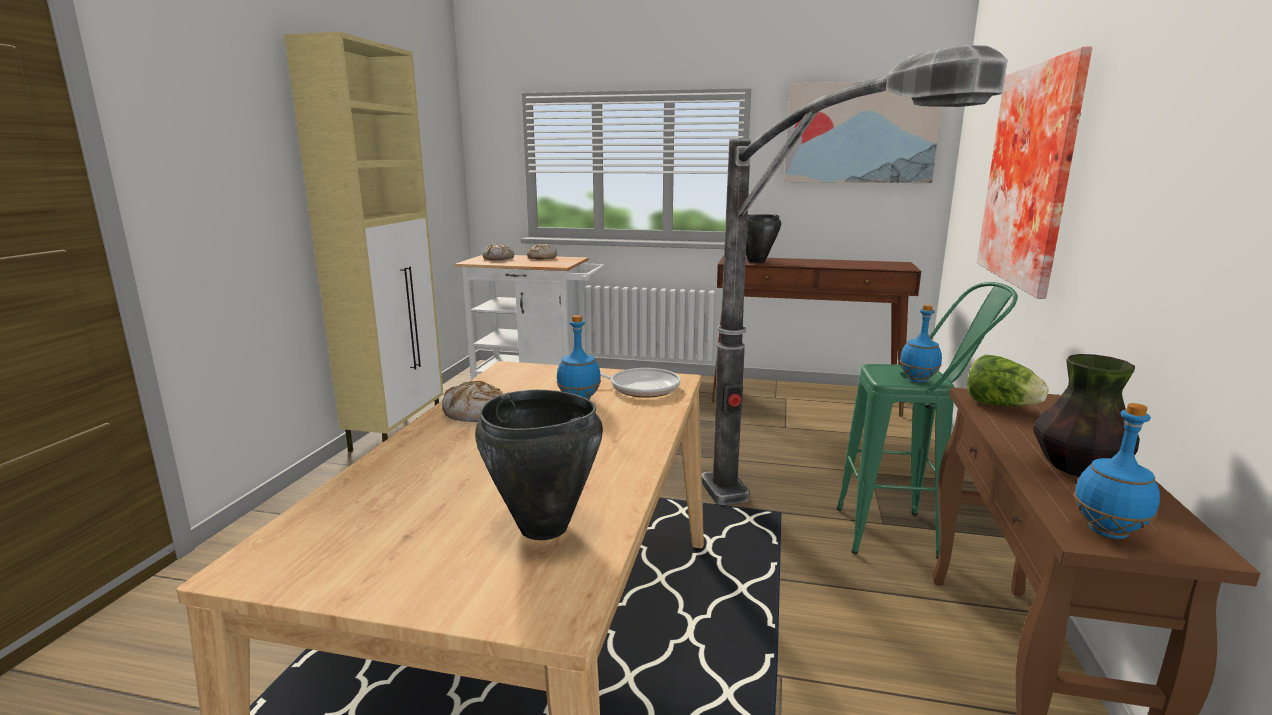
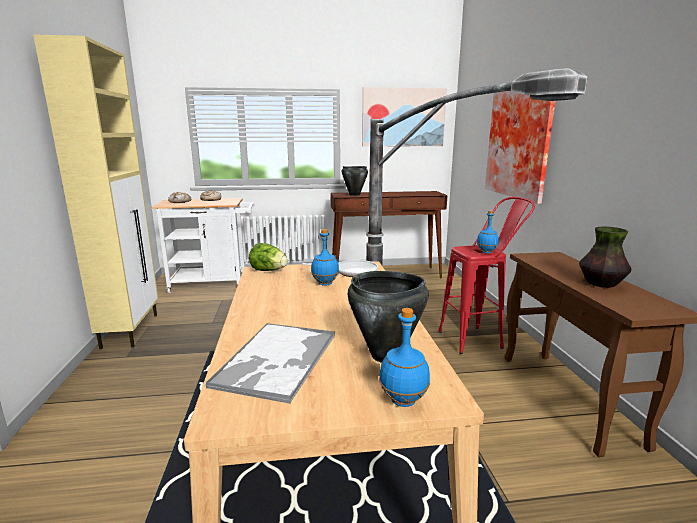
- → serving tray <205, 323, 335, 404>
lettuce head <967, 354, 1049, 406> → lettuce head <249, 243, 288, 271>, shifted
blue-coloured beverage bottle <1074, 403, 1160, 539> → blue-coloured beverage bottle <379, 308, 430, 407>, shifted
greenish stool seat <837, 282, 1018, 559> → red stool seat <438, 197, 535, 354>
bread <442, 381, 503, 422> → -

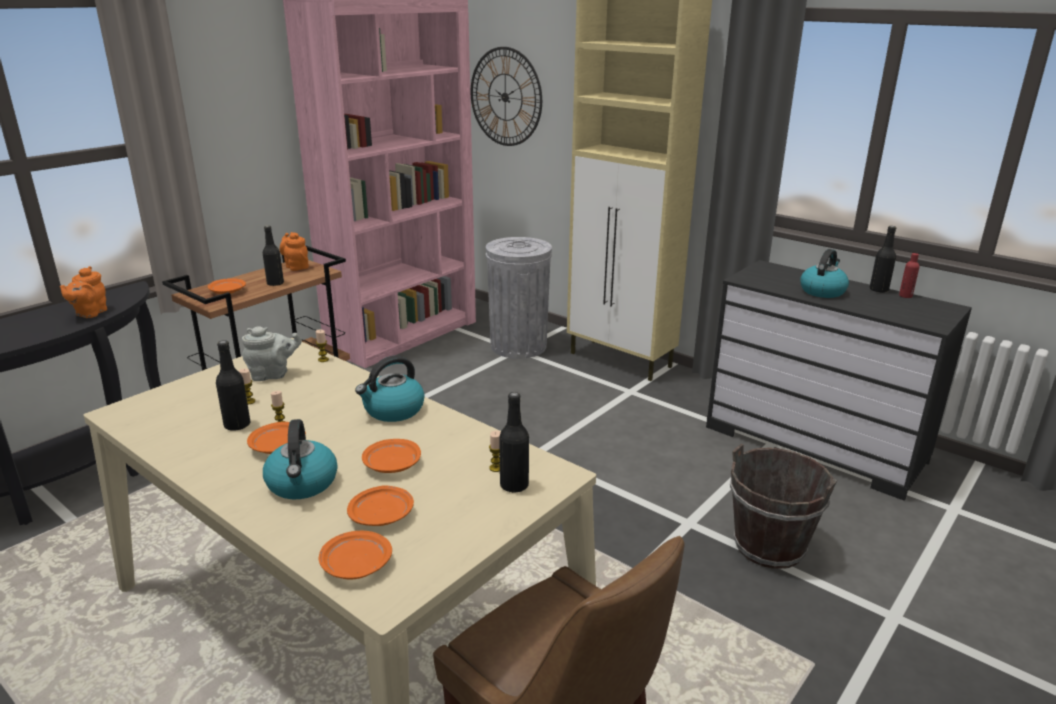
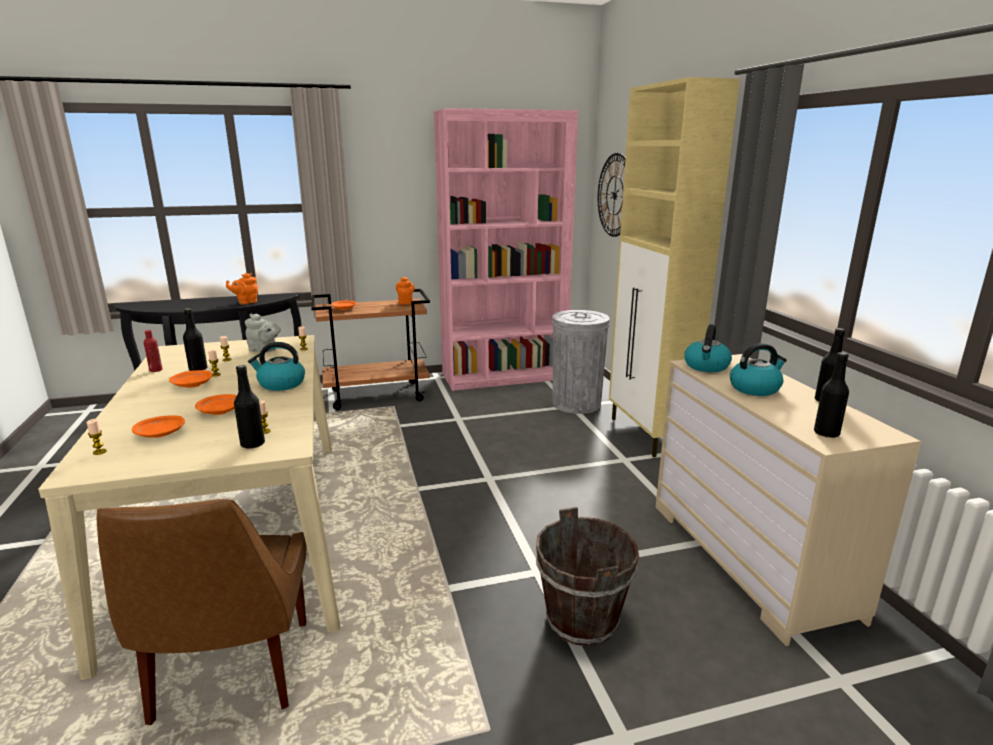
orange plate <319, 531, 392, 580> → wax light <87, 419, 107, 455>
red beverage bottle <899, 253, 920, 298> → red beverage bottle <144, 330, 163, 372>, shifted
black drawer chest <706, 260, 972, 501> → beige drawer chest <656, 354, 921, 646>
water kettle <263, 419, 338, 499> → water kettle <684, 324, 732, 372>, shifted
black beverage bottle <262, 225, 284, 286> → black beverage bottle <814, 352, 849, 438>, shifted

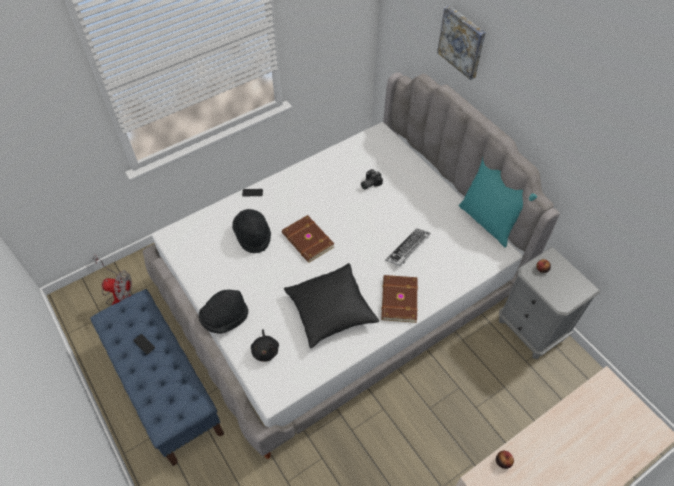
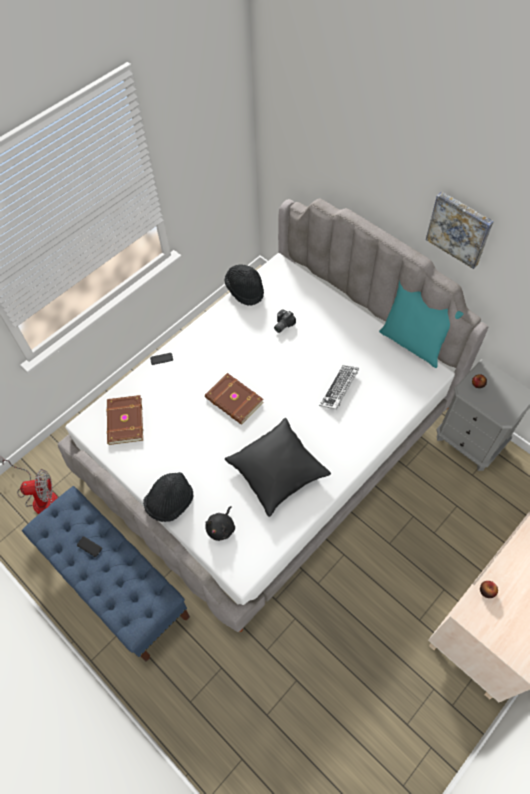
brown bound book <381, 275, 418, 323> → brown bound book <106, 395, 143, 445>, shifted
black cuddly toy <251, 329, 279, 362> → black cuddly toy <205, 506, 235, 541>, 45 degrees clockwise
black wearable hat <232, 209, 271, 253> → black wearable hat <225, 264, 264, 305>, shifted
picture <437, 5, 486, 80> → picture <426, 192, 494, 269>, shifted

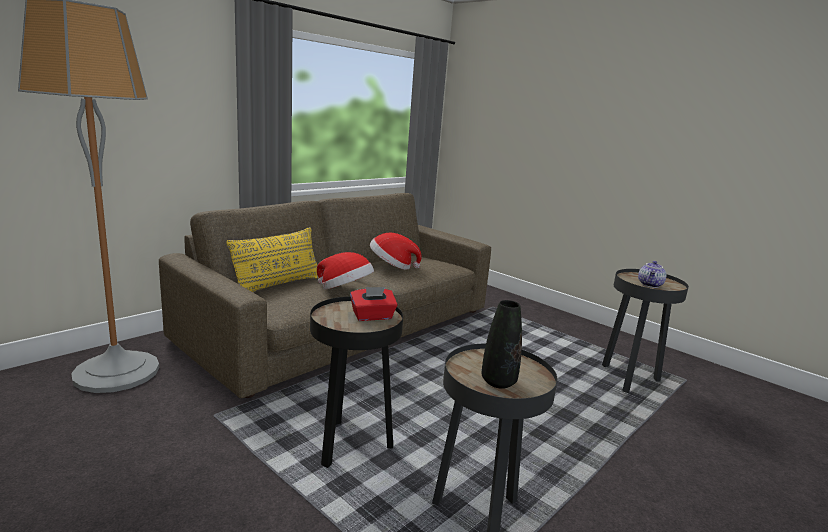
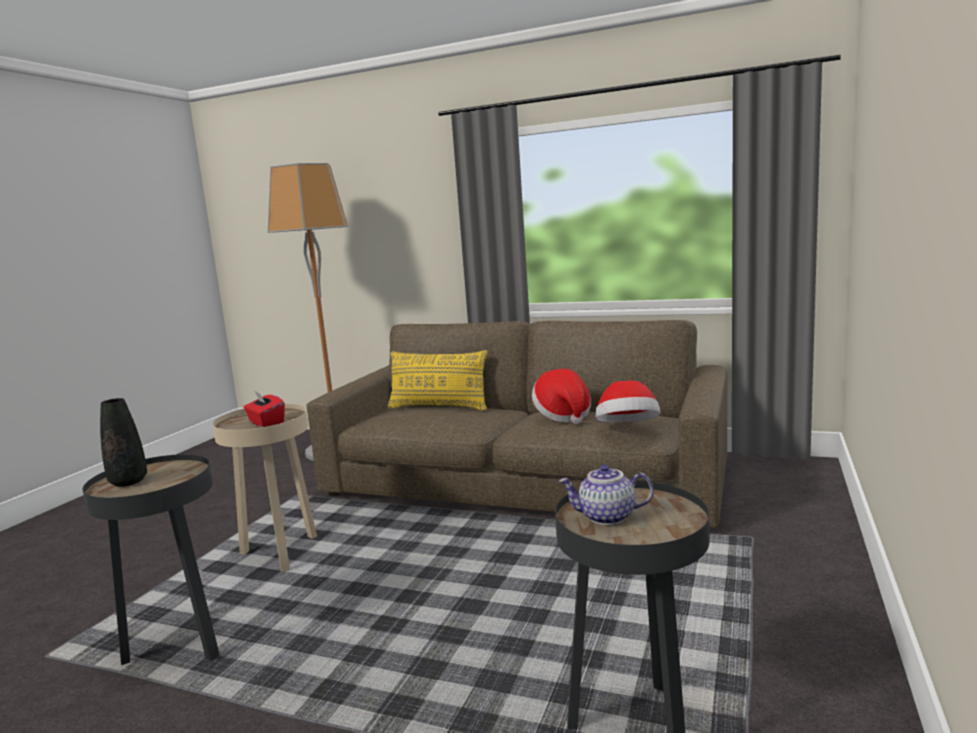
black accent table <310, 296, 403, 468> → beige accent table <213, 404, 317, 572>
wearable hat <317, 252, 374, 290> → wearable hat <596, 380, 661, 422>, shifted

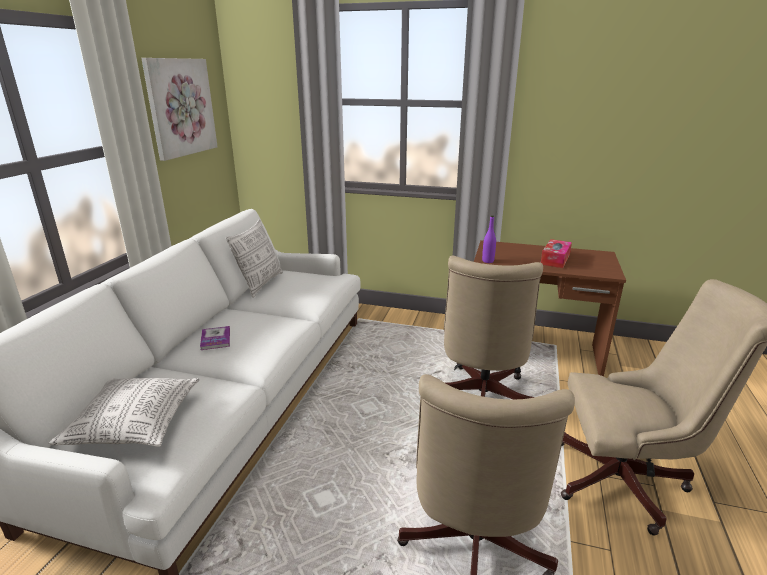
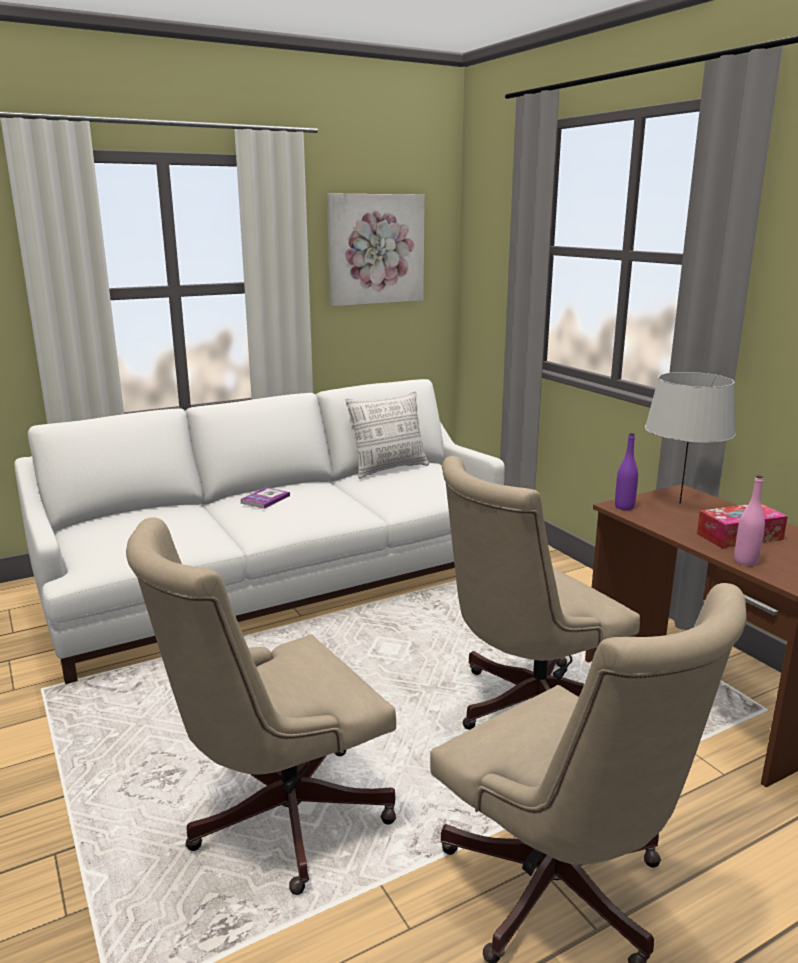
- → gray lamp for a table <645, 372, 736, 503>
- → pink-coloured beverage bottle <734, 475, 765, 566>
pillow <48, 378, 200, 447> → -

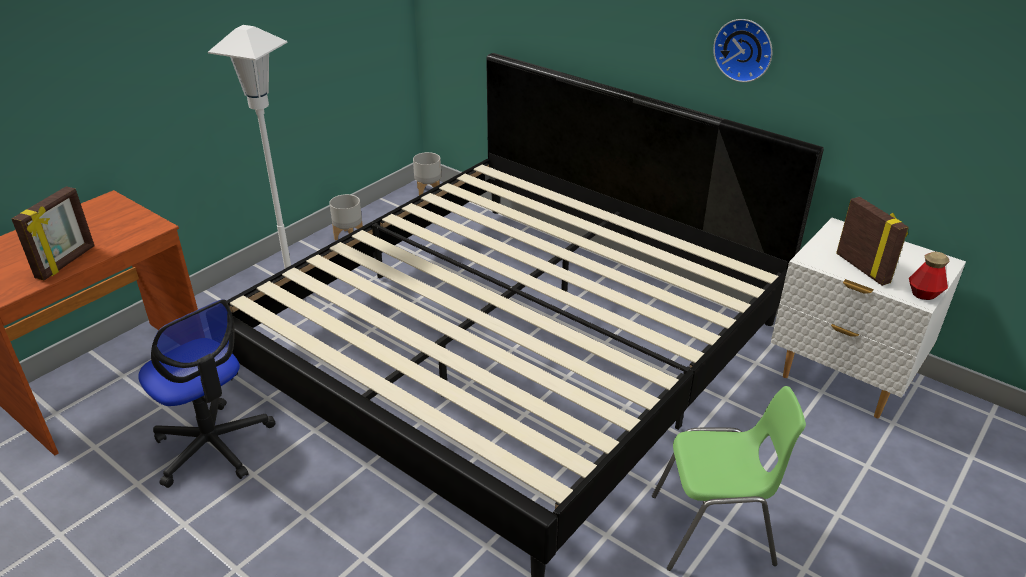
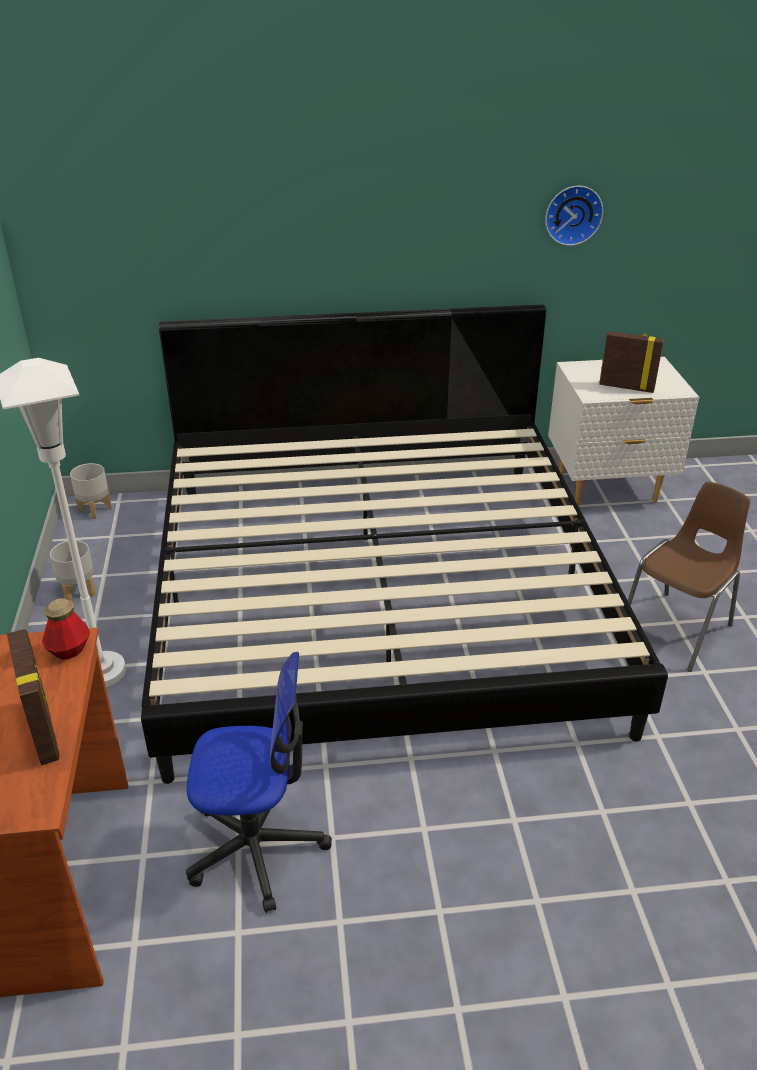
beverage bottle <909, 252, 950, 300> → beverage bottle <42, 598, 90, 660>, shifted
clock on the wall <713, 19, 772, 82> → clock on the wall <545, 186, 603, 246>, shifted
greenish upright chair <652, 386, 806, 571> → brown upright chair <628, 482, 750, 672>

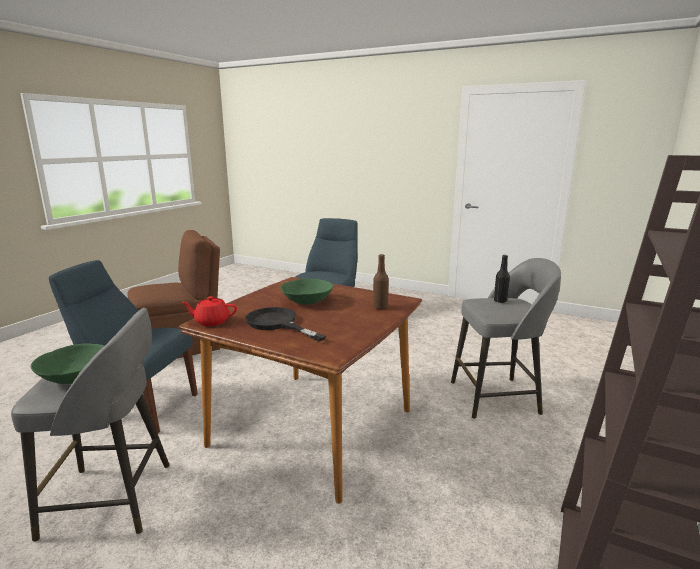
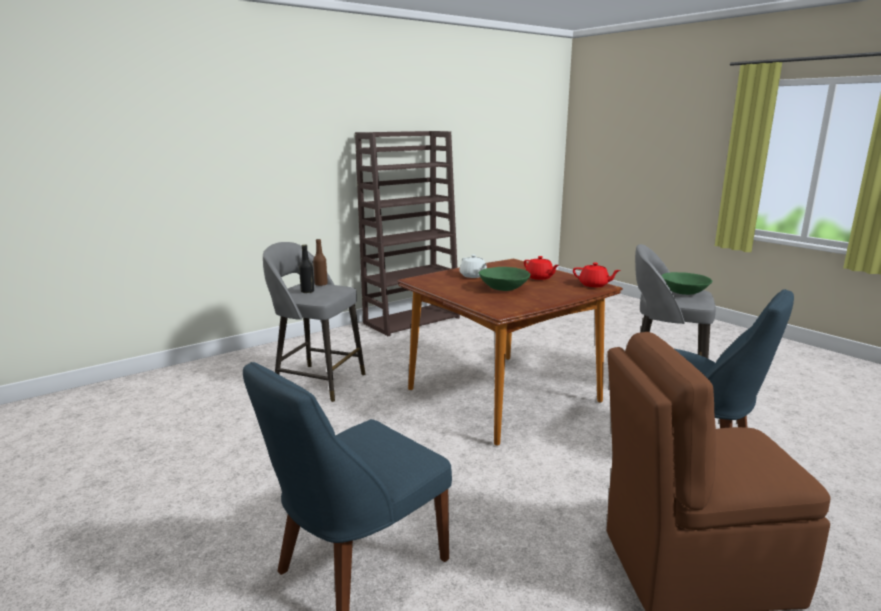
brown beverage bottle <373, 254, 389, 310> → brown beverage bottle <313, 239, 328, 286>, shifted
- → white teapot <459, 254, 487, 278>
black frying pan <245, 307, 326, 341> → red teapot <524, 256, 559, 280>

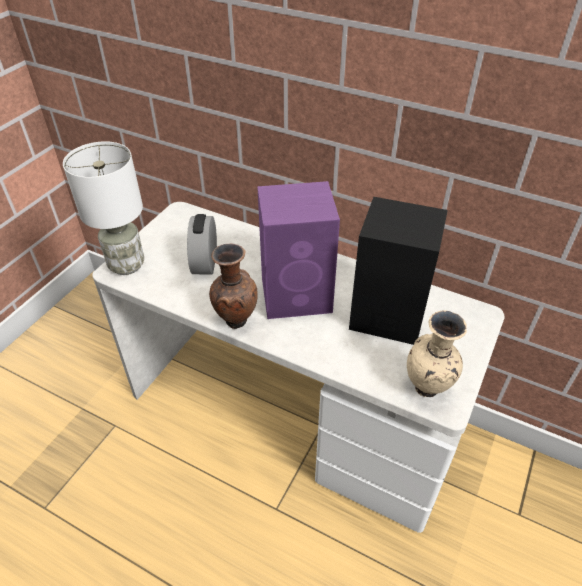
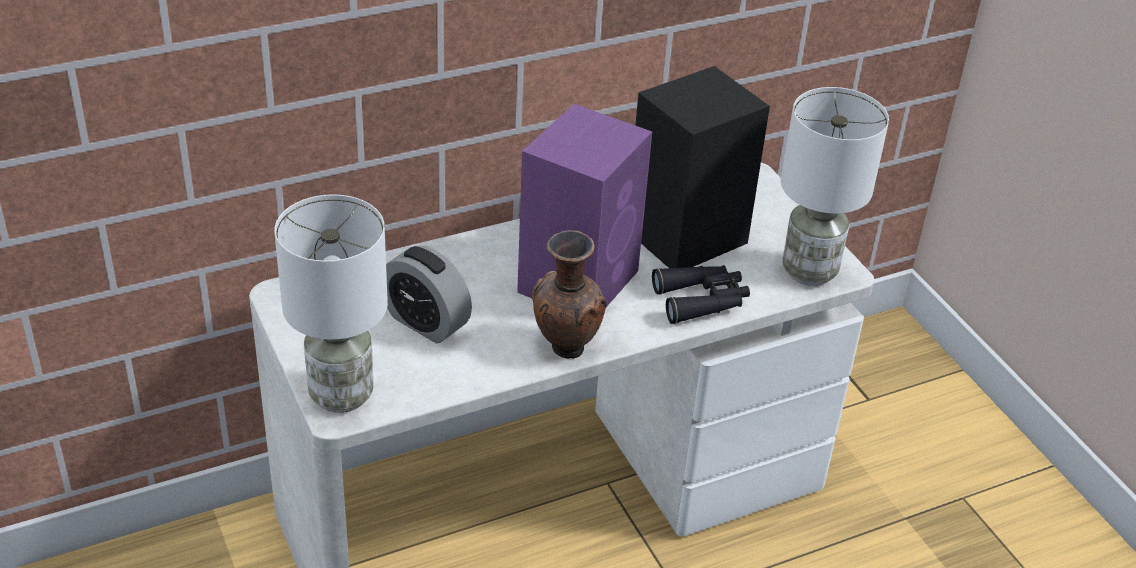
- → black binoculars <652, 265, 750, 324>
beige flower vase <407, 310, 467, 397> → white lamp for a table <781, 87, 889, 286>

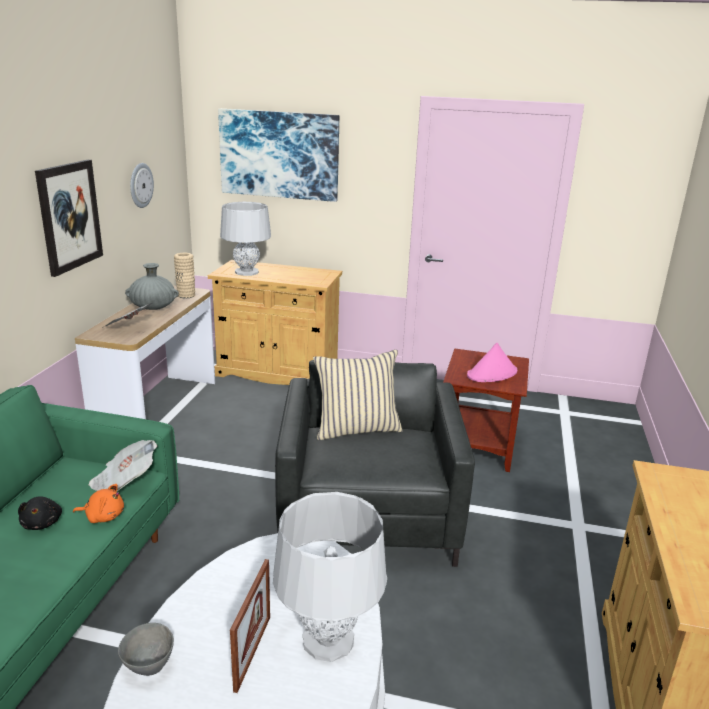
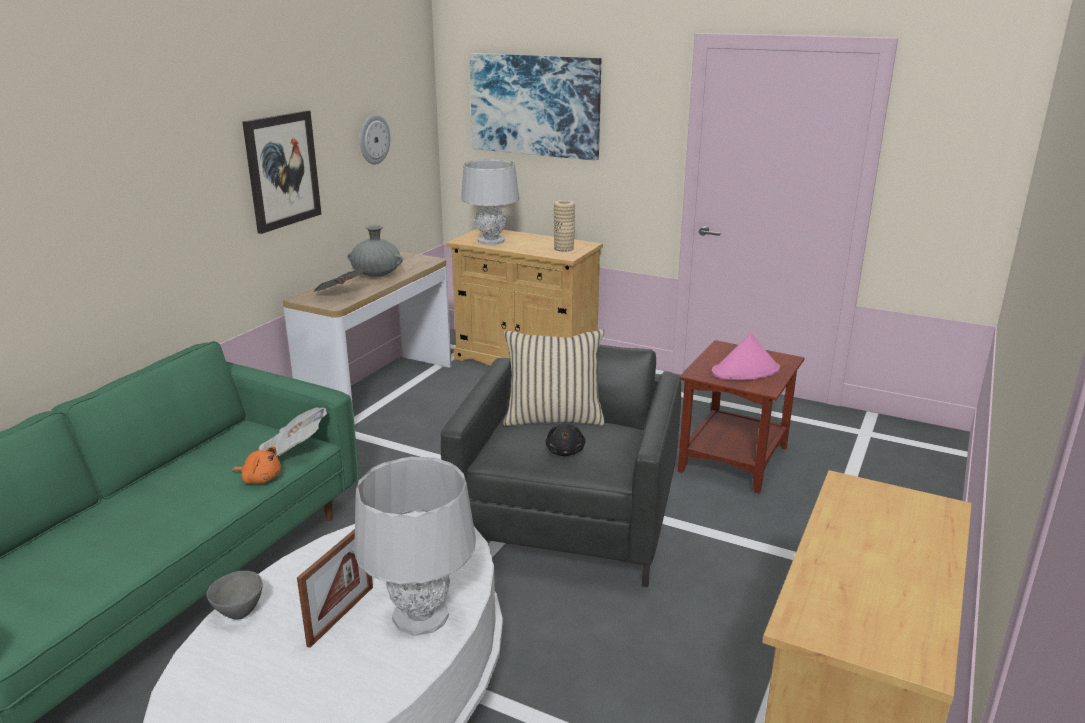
black cuddly toy <18, 496, 62, 530> → black cuddly toy <545, 423, 585, 456>, shifted
beige flower vase <174, 253, 195, 298> → beige flower vase <554, 200, 575, 252>, shifted

